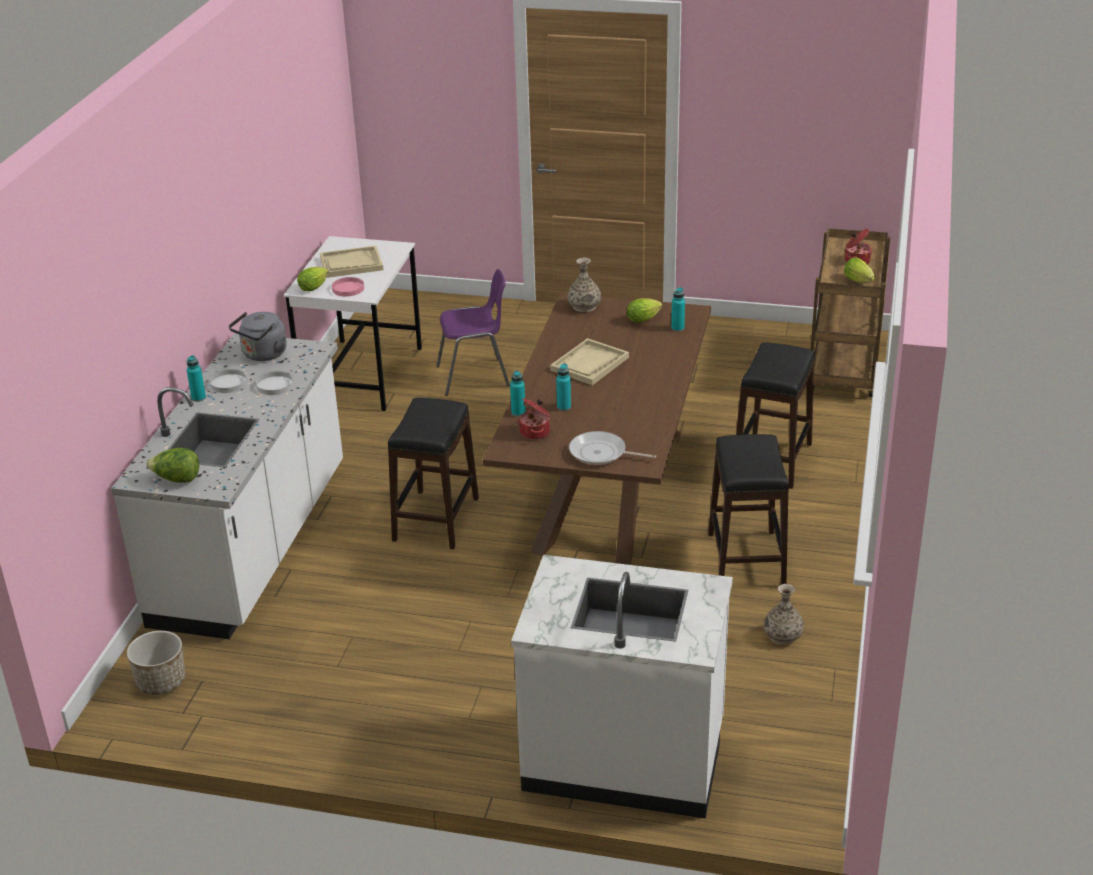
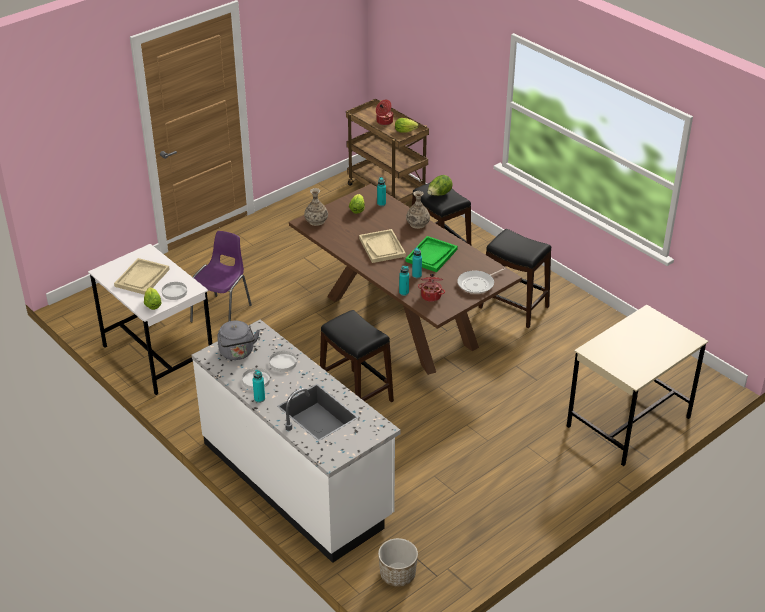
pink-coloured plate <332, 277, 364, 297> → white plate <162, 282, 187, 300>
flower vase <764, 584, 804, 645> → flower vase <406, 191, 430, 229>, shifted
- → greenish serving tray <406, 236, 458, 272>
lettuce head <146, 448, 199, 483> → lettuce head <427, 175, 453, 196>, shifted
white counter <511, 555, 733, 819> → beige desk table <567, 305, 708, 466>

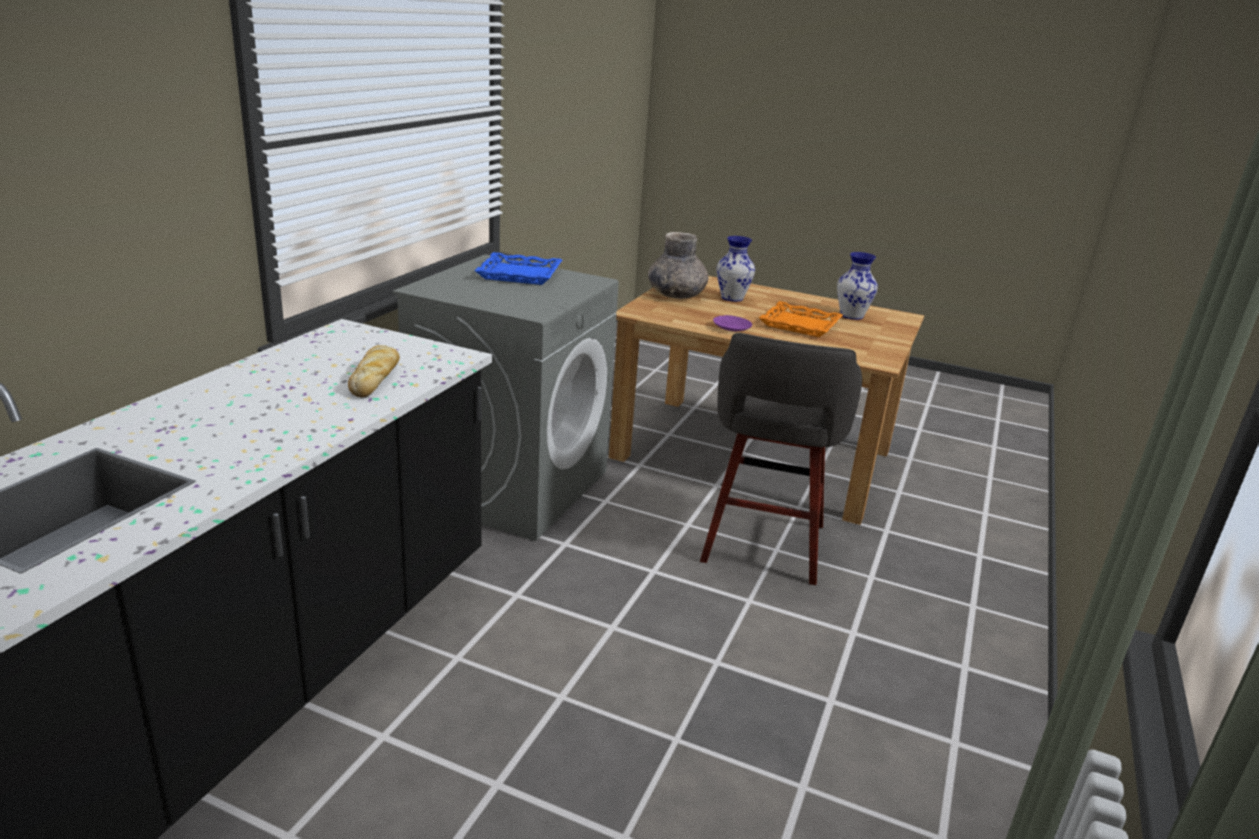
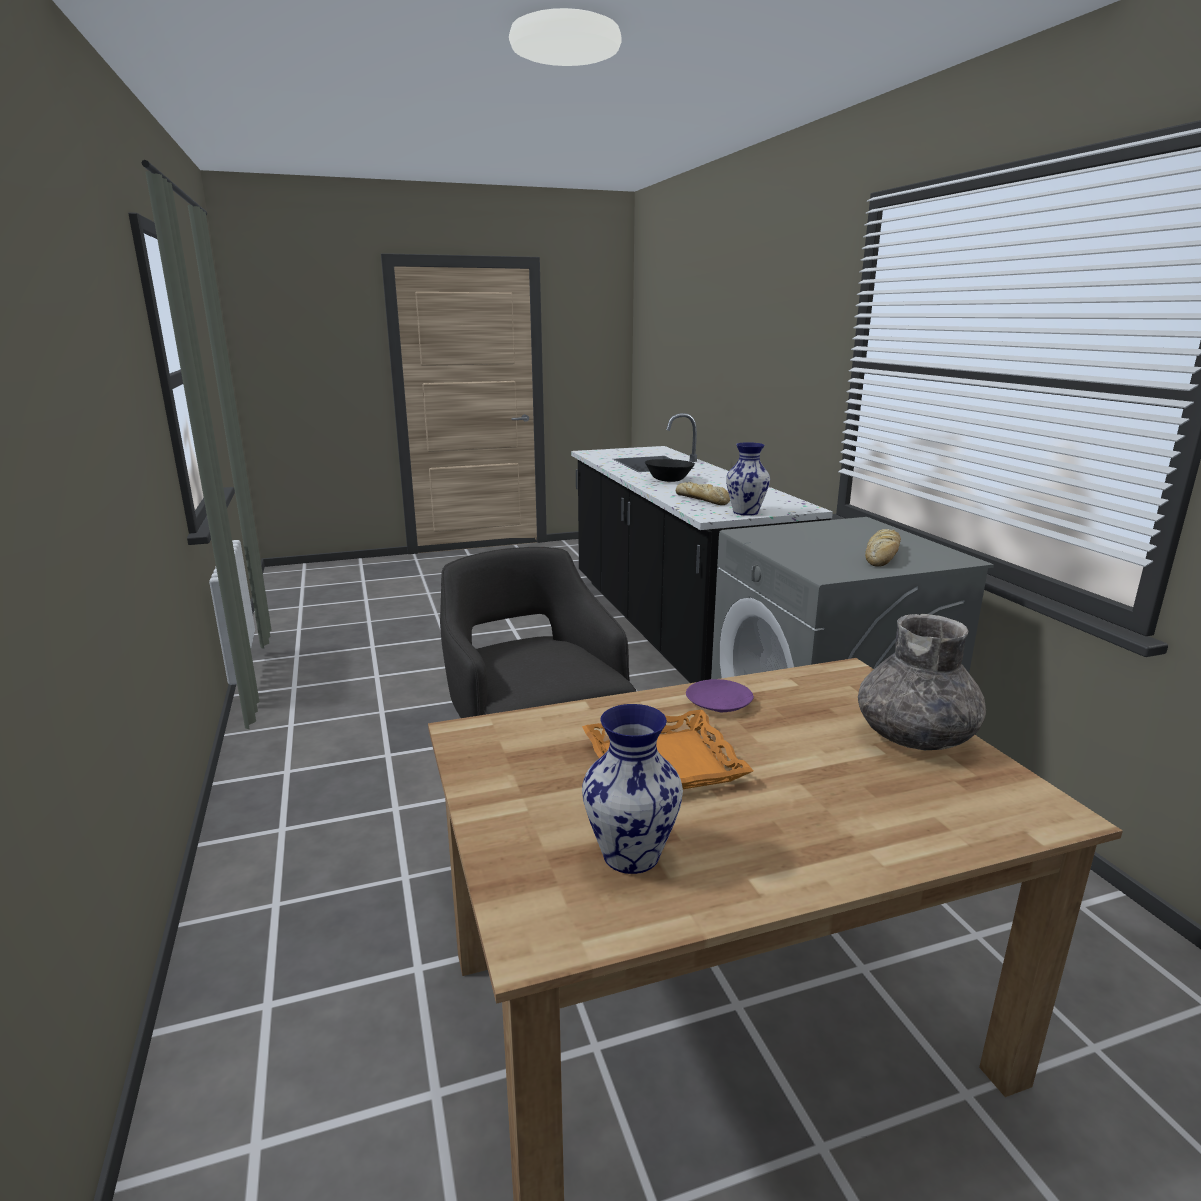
- → black bowl <645, 459, 695, 482>
flower vase <717, 236, 755, 302> → flower vase <726, 442, 770, 516>, shifted
blue-coloured serving tray <474, 252, 562, 285> → bread <865, 529, 901, 567>

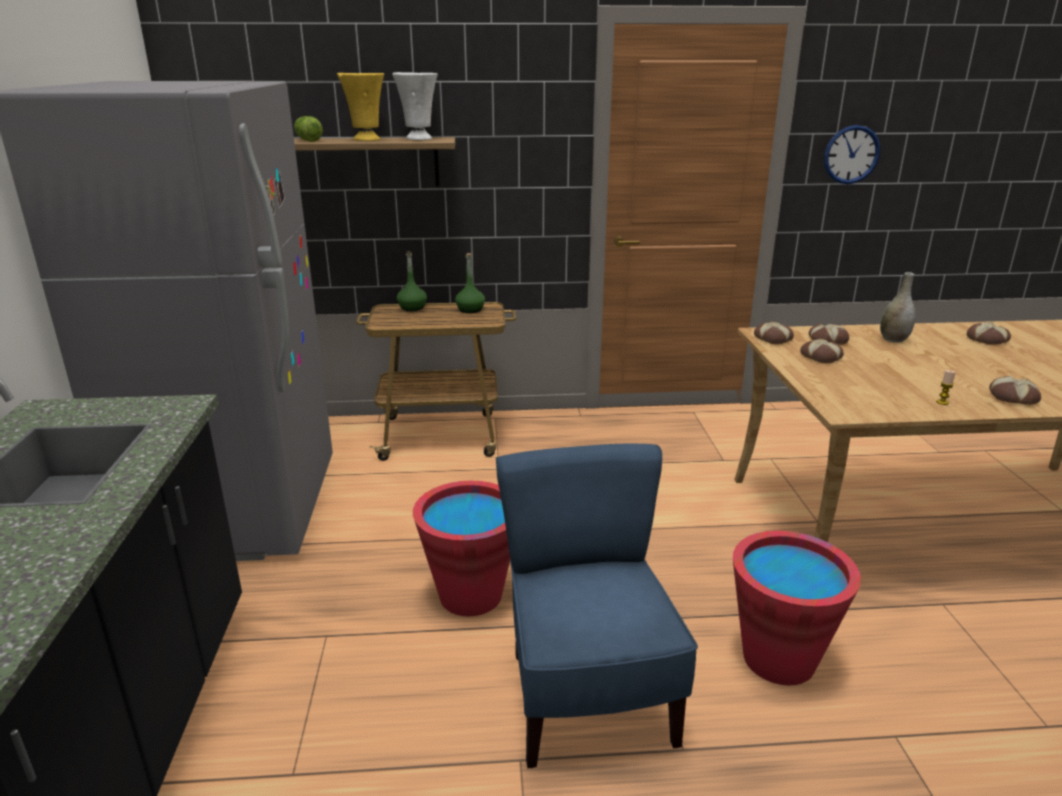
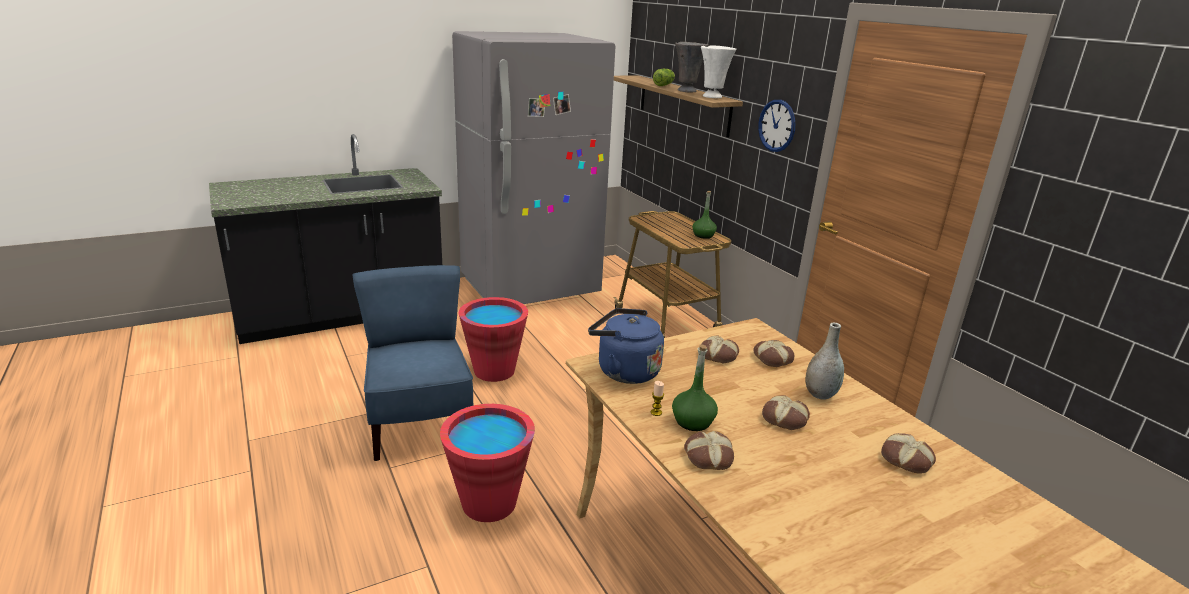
blue-coloured upright chair <496, 444, 698, 768> → blue-coloured upright chair <352, 265, 473, 461>, 75 degrees counterclockwise
- → blue-coloured water kettle <588, 308, 664, 384>
greenish beverage bottle <397, 251, 427, 311> → greenish beverage bottle <672, 344, 718, 431>, shifted
yellowish flower vase <337, 73, 384, 141> → gray flower vase <675, 42, 709, 92>
clock on the wall <824, 125, 880, 184> → clock on the wall <758, 100, 796, 152>, shifted
bread <754, 322, 794, 344> → bread <762, 395, 810, 430>, shifted

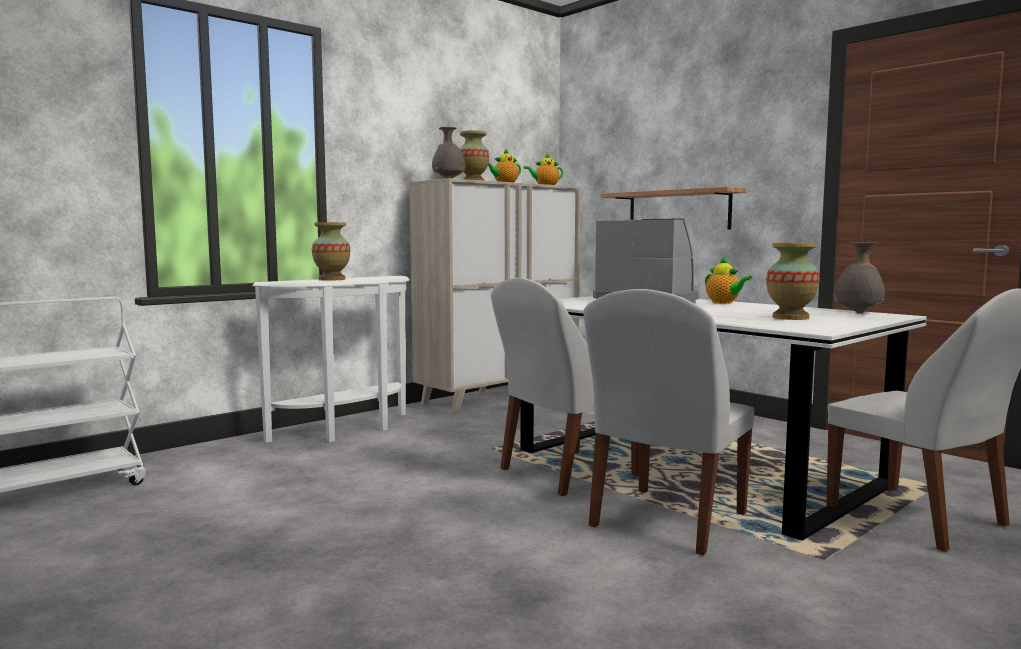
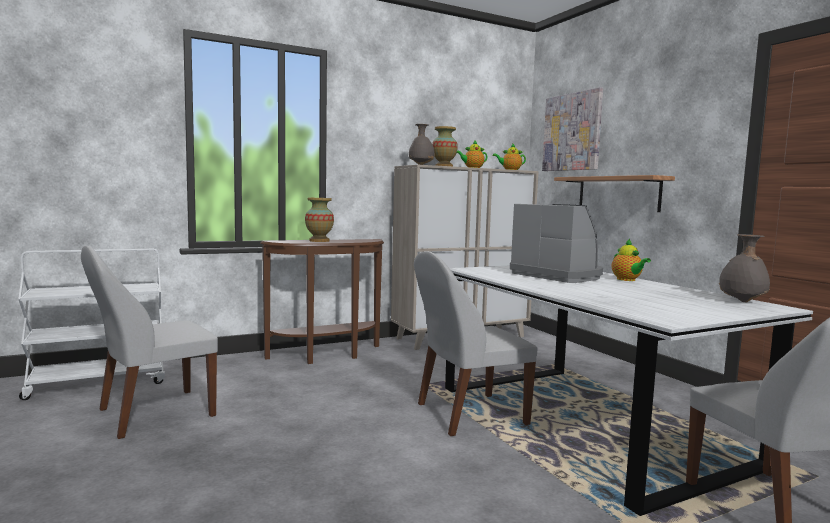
white upright chair <583, 289, 754, 555> → white upright chair <81, 246, 218, 439>, shifted
white console table <252, 276, 410, 443> → brown console table <260, 239, 384, 364>
- → picture <542, 87, 603, 171>
flower vase <766, 243, 820, 320> → -

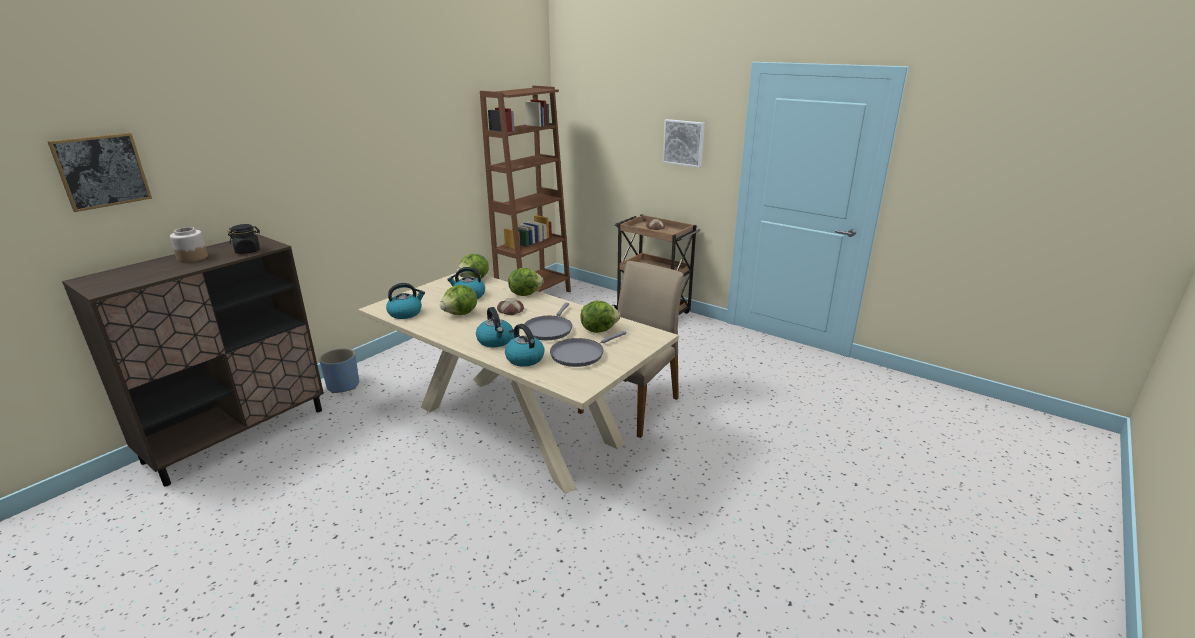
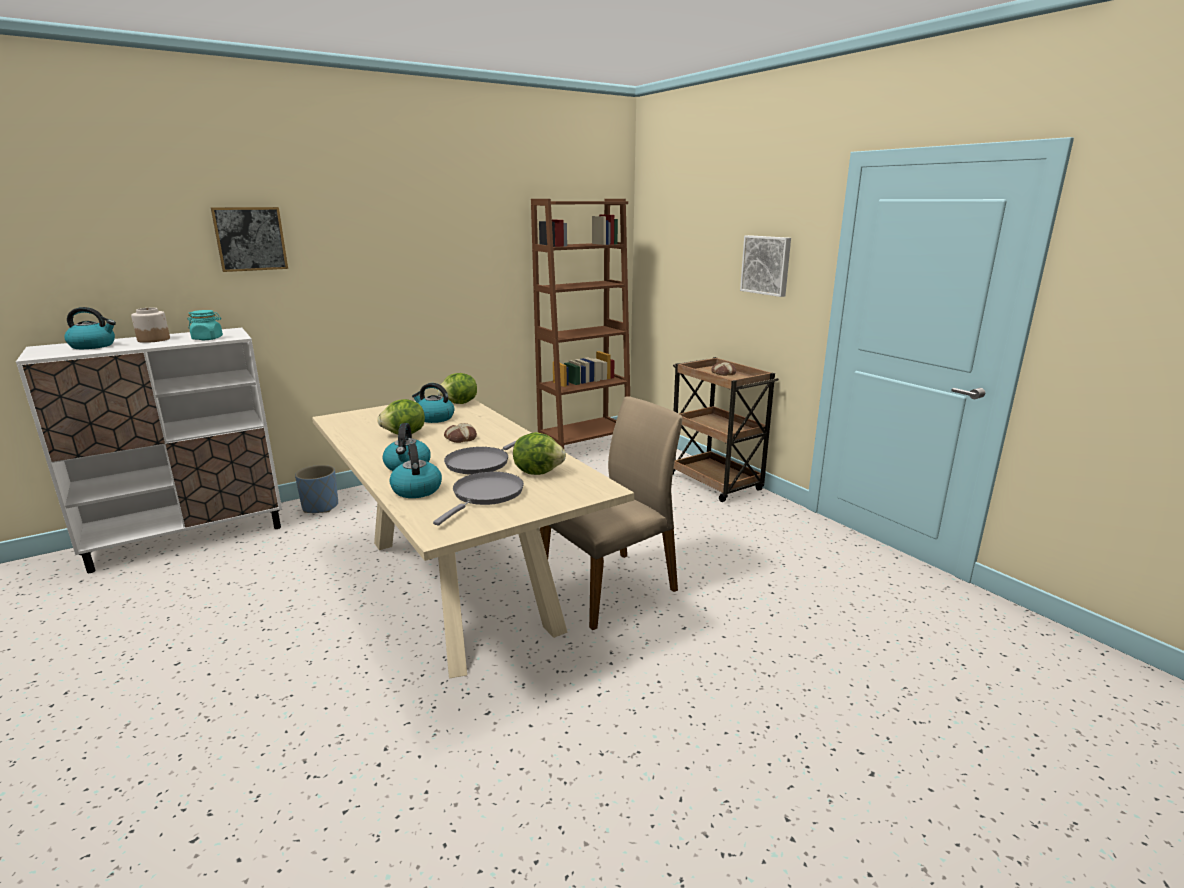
brown cabinet <62, 234, 324, 487> → white cabinet <16, 328, 282, 573>
water kettle <386, 283, 425, 319> → water kettle <64, 307, 116, 349>, shifted
black storage jar <228, 224, 260, 254> → turquoise storage jar <187, 310, 223, 340>
picture <47, 132, 152, 212> → picture <211, 207, 288, 272>, shifted
gray frying pan <550, 331, 626, 367> → gray frying pan <433, 472, 524, 525>, 135 degrees clockwise
lettuce head <508, 268, 543, 296> → -

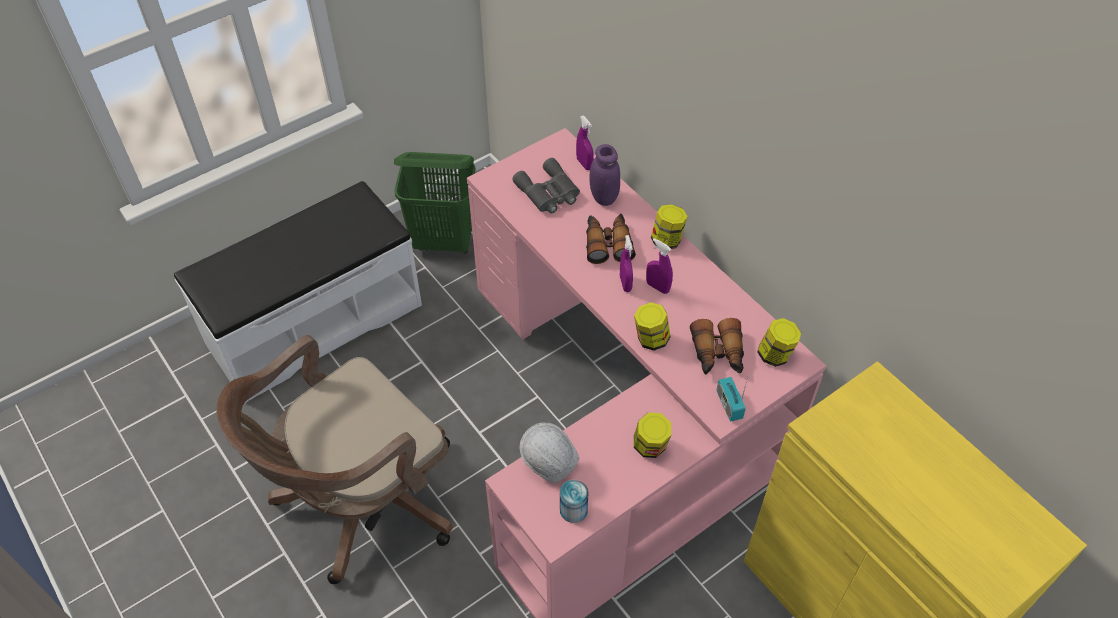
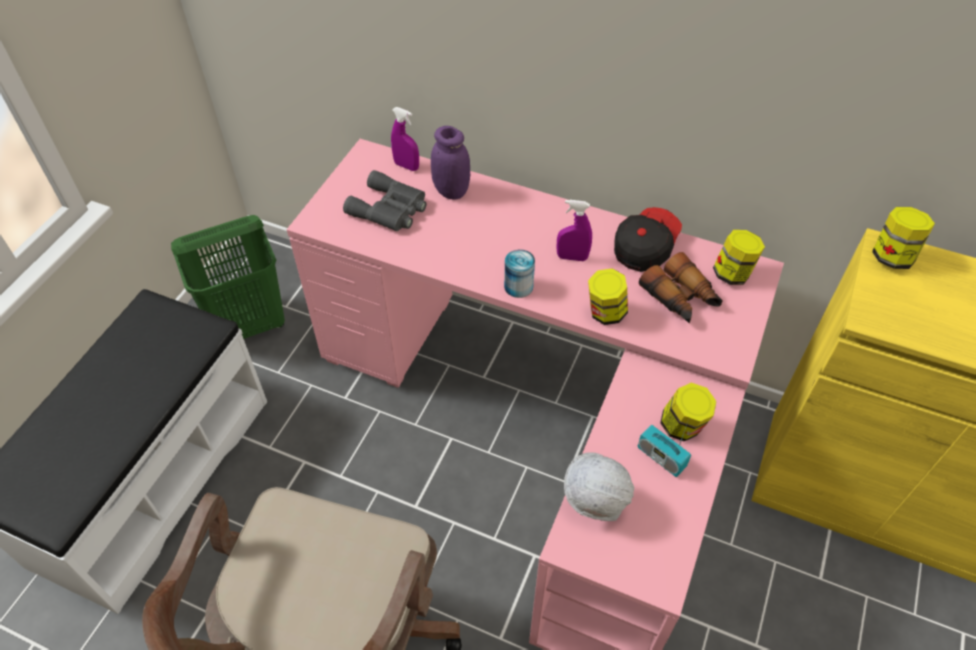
sealed can <560, 480, 589, 523> → sealed can <504, 249, 535, 298>, shifted
- → peaked cap <614, 207, 682, 272>
radio receiver <716, 377, 748, 422> → radio receiver <638, 422, 691, 477>, shifted
storage jar <651, 204, 688, 249> → storage jar <872, 207, 935, 269>, shifted
binoculars <586, 214, 636, 264> → -
purple sprayer <620, 235, 633, 292> → -

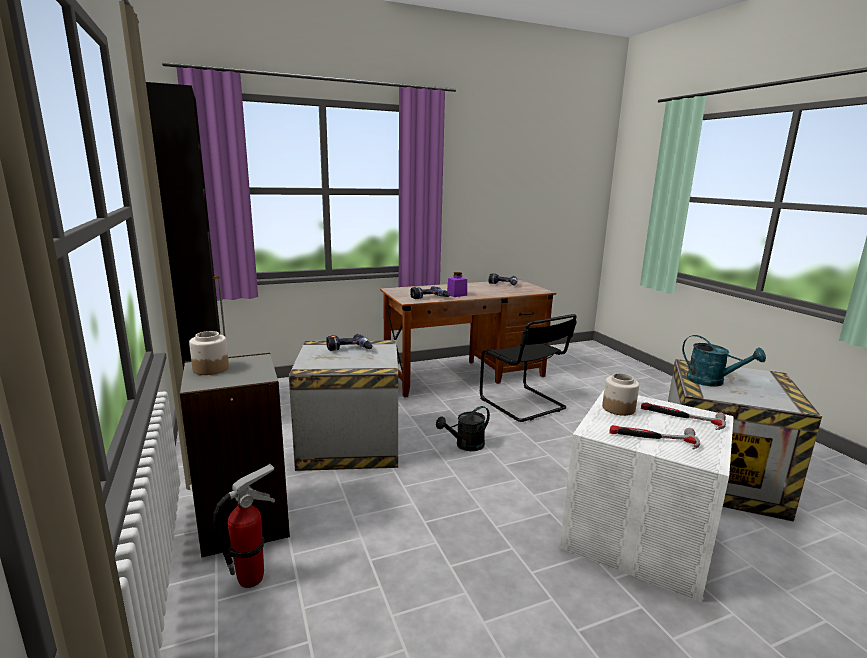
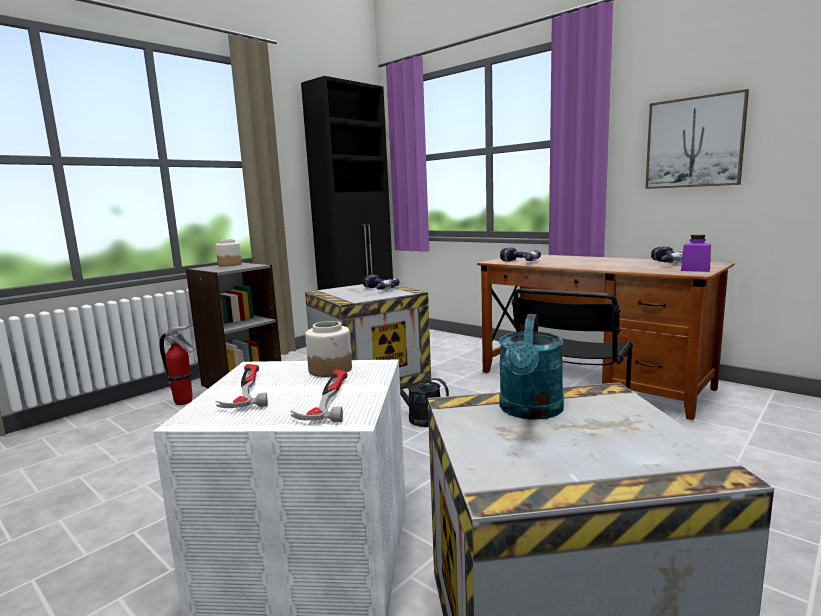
- → picture <645, 89, 749, 189>
purple storage jar <447, 272, 467, 297> → purple storage jar <681, 235, 711, 272>, shifted

